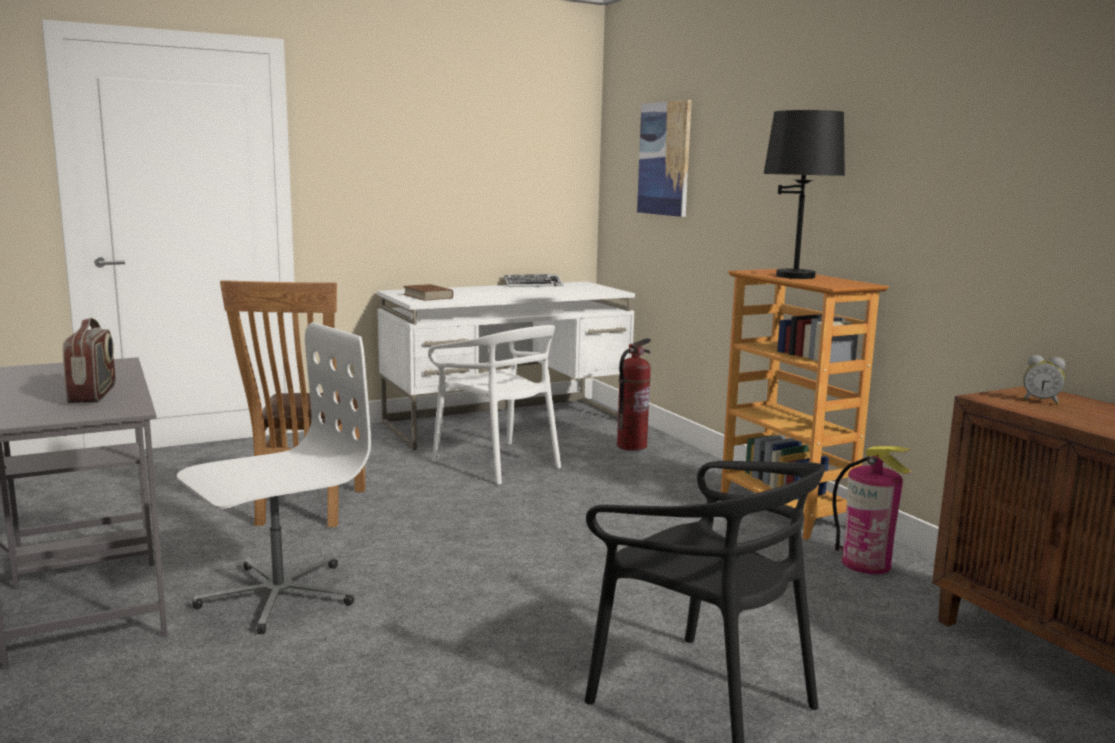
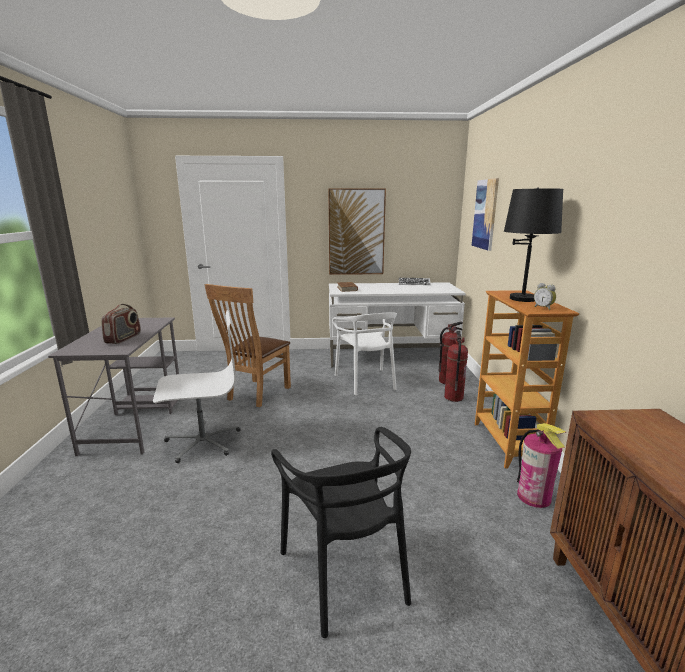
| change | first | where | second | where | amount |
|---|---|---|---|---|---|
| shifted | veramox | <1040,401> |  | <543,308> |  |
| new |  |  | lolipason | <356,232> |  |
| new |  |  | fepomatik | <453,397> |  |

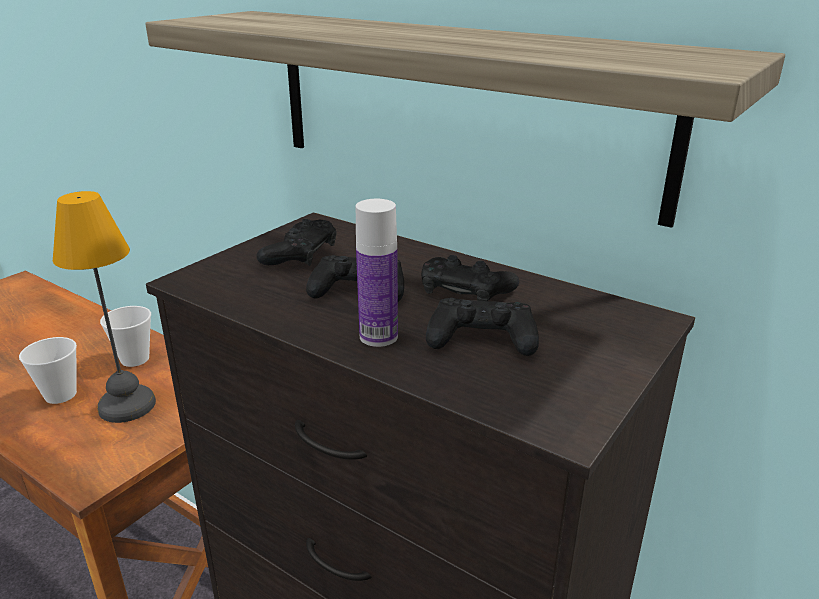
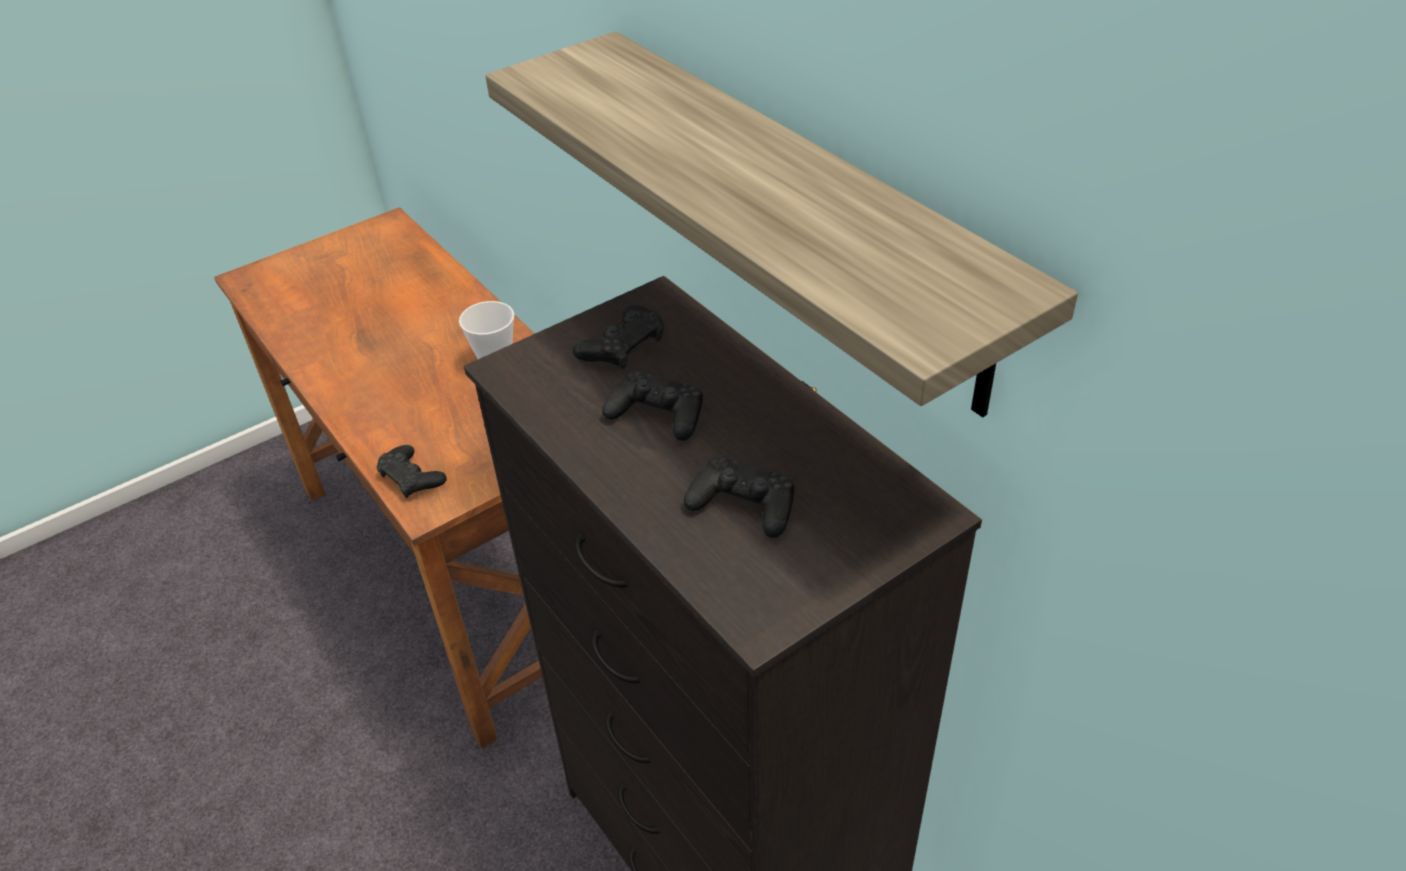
| change | first | where | second | where | amount |
|---|---|---|---|---|---|
| gone | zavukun | <125,405> |  |  |  |
| gone | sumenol | <378,336> |  |  |  |
| shifted | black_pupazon | <465,290> |  | <411,477> |  |
| gone | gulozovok | <60,395> |  |  |  |

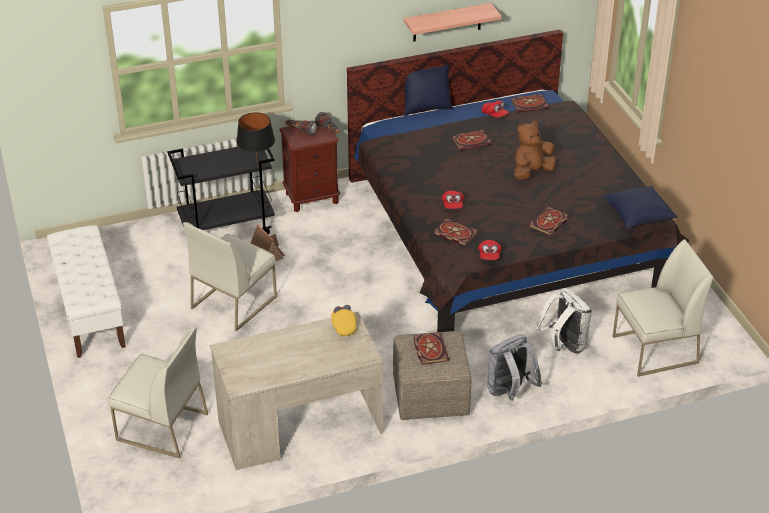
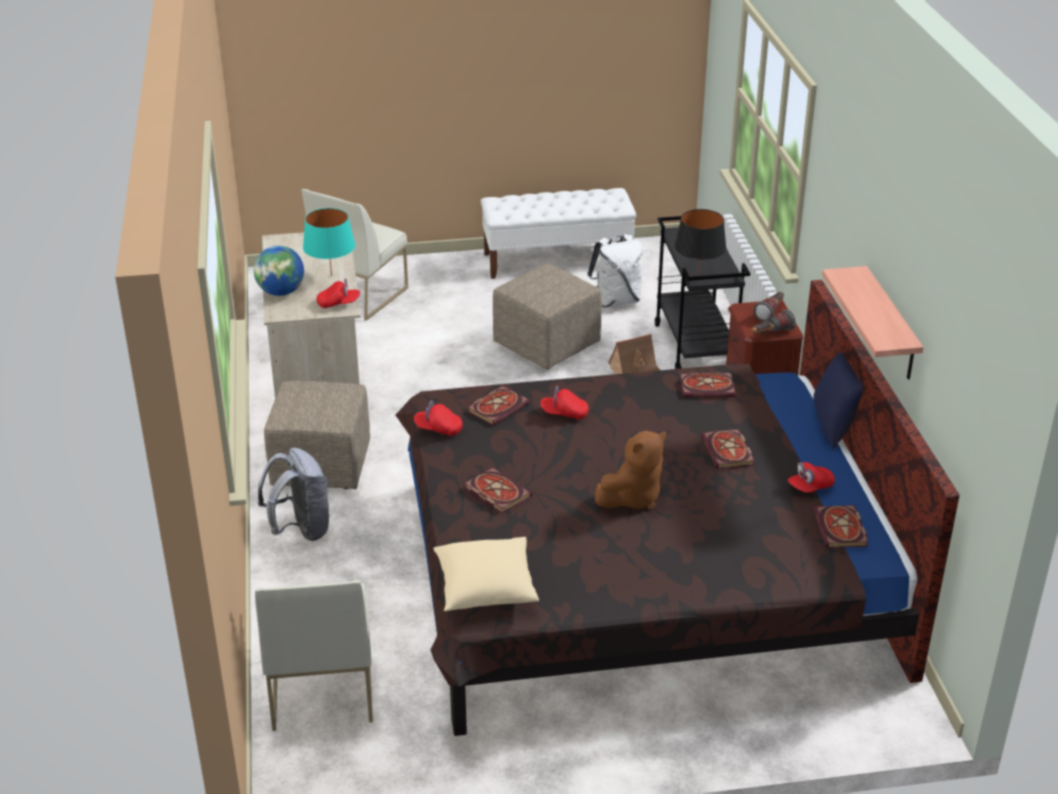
| change | first | where | second | where | amount |
|---|---|---|---|---|---|
| rotated | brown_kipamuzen | <531,172> |  | <632,497> | 75 degrees clockwise |
| repainted | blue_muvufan | <638,216> | beige_muvufan | <485,589> |  |
| swapped | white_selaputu | <233,302> | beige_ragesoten | <547,344> |  |
| shifted | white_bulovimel | <564,345> |  | <616,301> |  |
| repainted | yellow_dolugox | <343,326> | red_dolugox | <338,303> |  |
| shifted | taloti | <429,349> |  | <708,387> |  |
| new |  |  | turquoise_zavukun | <331,276> |  |
| new |  |  | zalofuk | <281,292> |  |

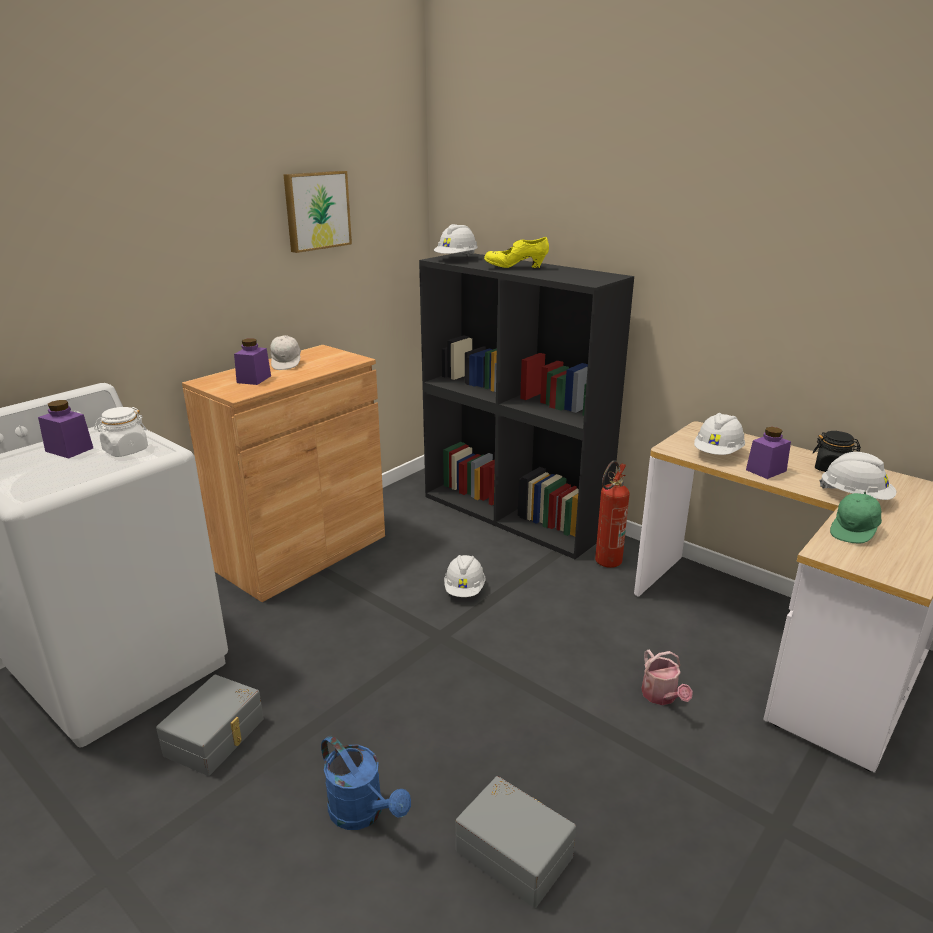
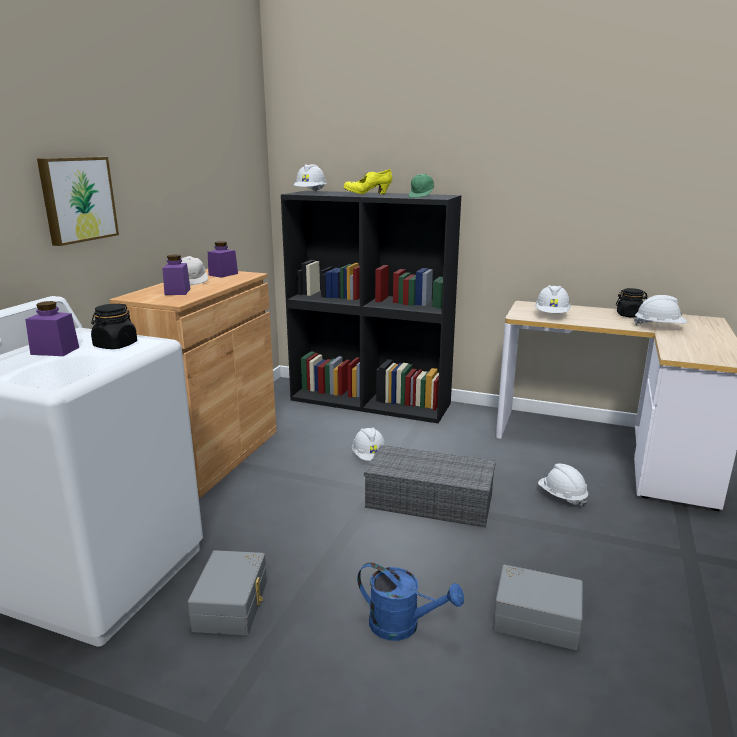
| change | first | where | second | where | amount |
|---|---|---|---|---|---|
| shifted | lolipason | <316,210> |  | <77,199> |  |
| repainted | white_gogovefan | <125,450> | black_gogovefan | <115,345> |  |
| shifted | purple_gogovefan | <766,470> |  | <223,274> |  |
| gone | fepomatik | <605,564> |  |  |  |
| shifted | green_dolugox | <854,531> |  | <421,196> |  |
| swapped | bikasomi | <661,696> | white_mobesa | <561,497> |  |
| new |  |  | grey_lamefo | <431,500> |  |

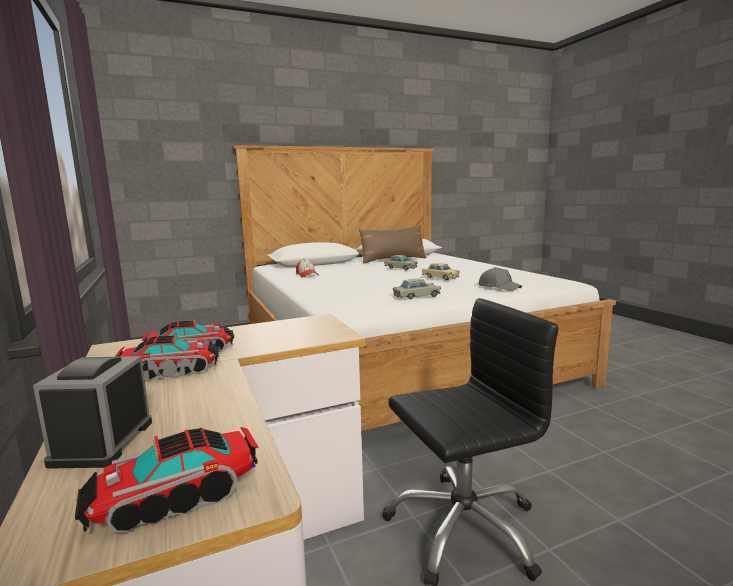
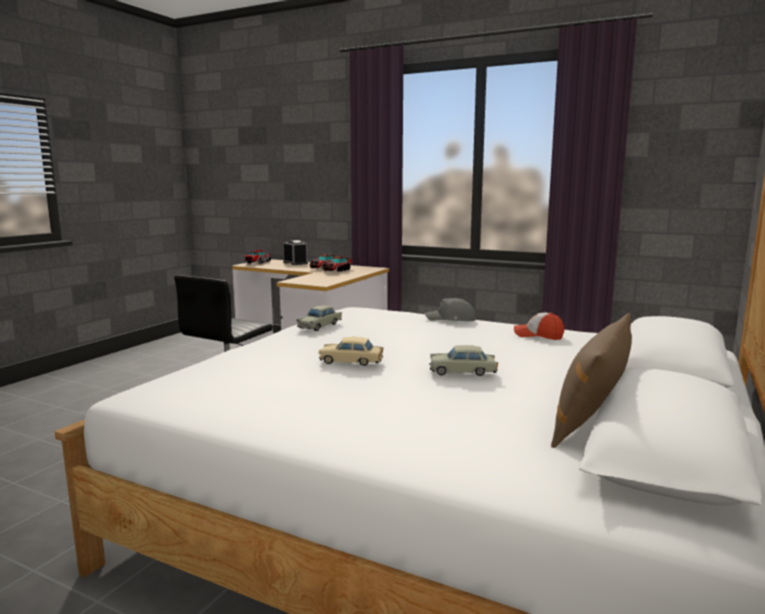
| change | first | where | second | where | amount |
|---|---|---|---|---|---|
| shifted | grey_dolugox | <499,287> |  | <451,319> |  |

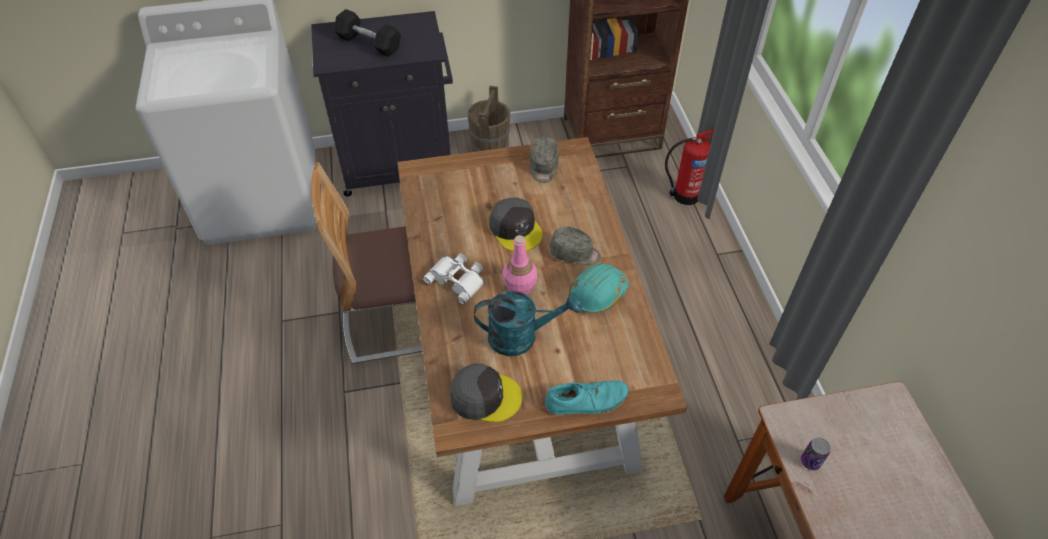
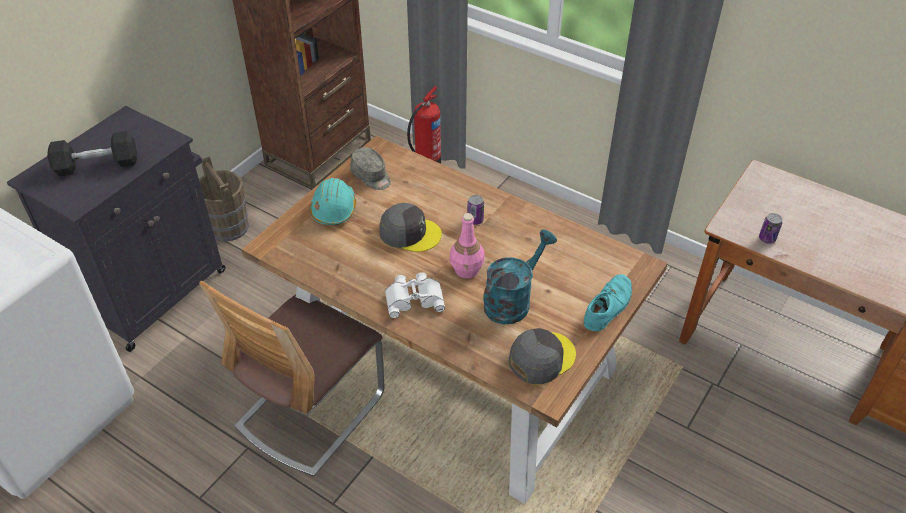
| change | first | where | second | where | amount |
|---|---|---|---|---|---|
| swapped | grey_dolugox | <575,253> | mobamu | <475,220> |  |
| shifted | turquoise_mobesa | <598,294> |  | <334,209> |  |

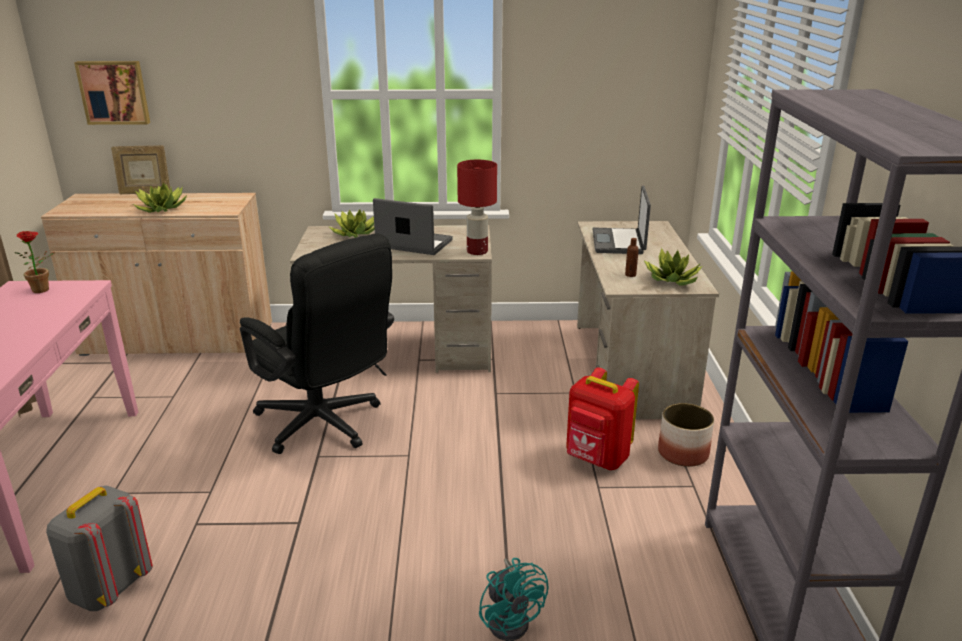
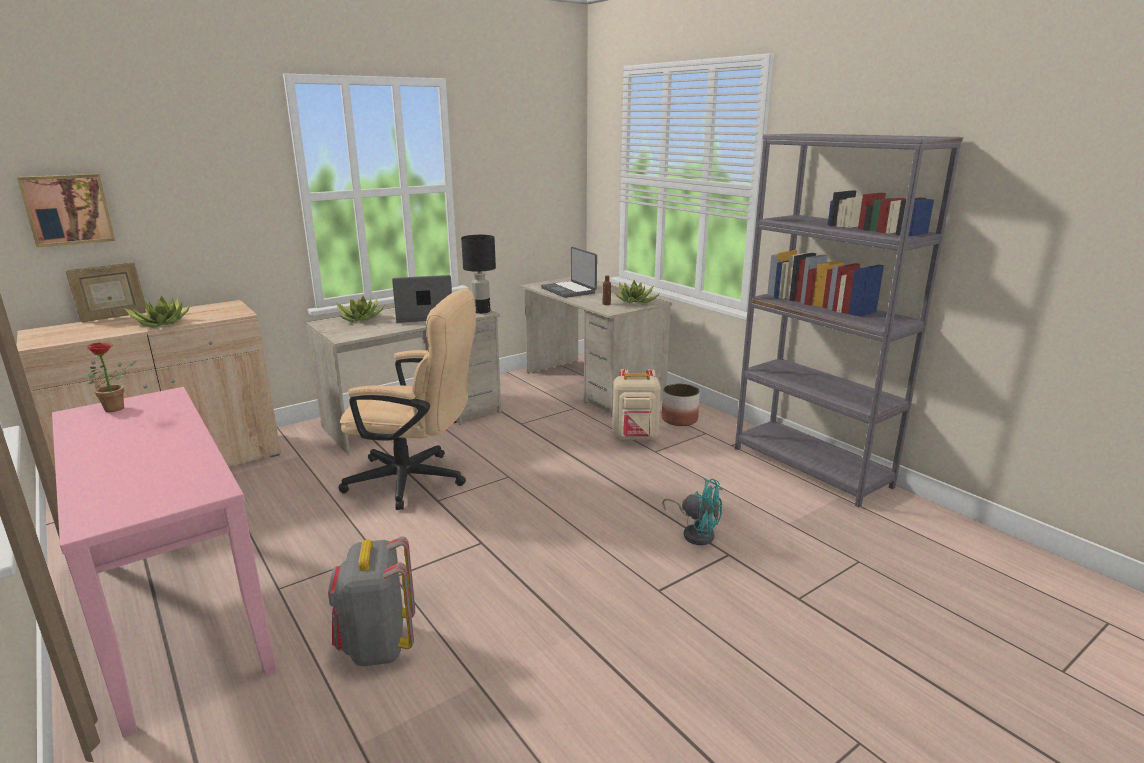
| change | first | where | second | where | amount |
|---|---|---|---|---|---|
| repainted | red_zavukun | <477,252> | black_zavukun | <481,311> |  |
| repainted | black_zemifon | <325,426> | beige_zemifon | <416,481> |  |
| repainted | red_bulovimel | <597,459> | beige_bulovimel | <635,438> |  |

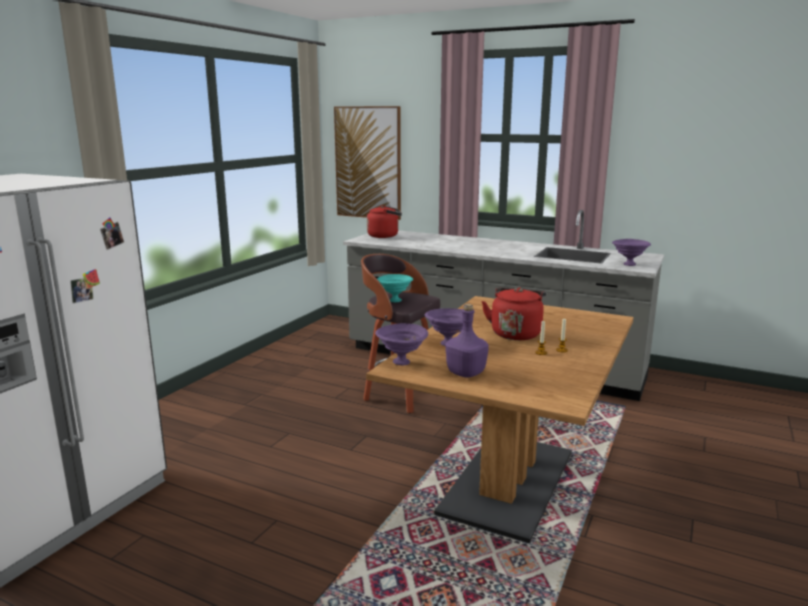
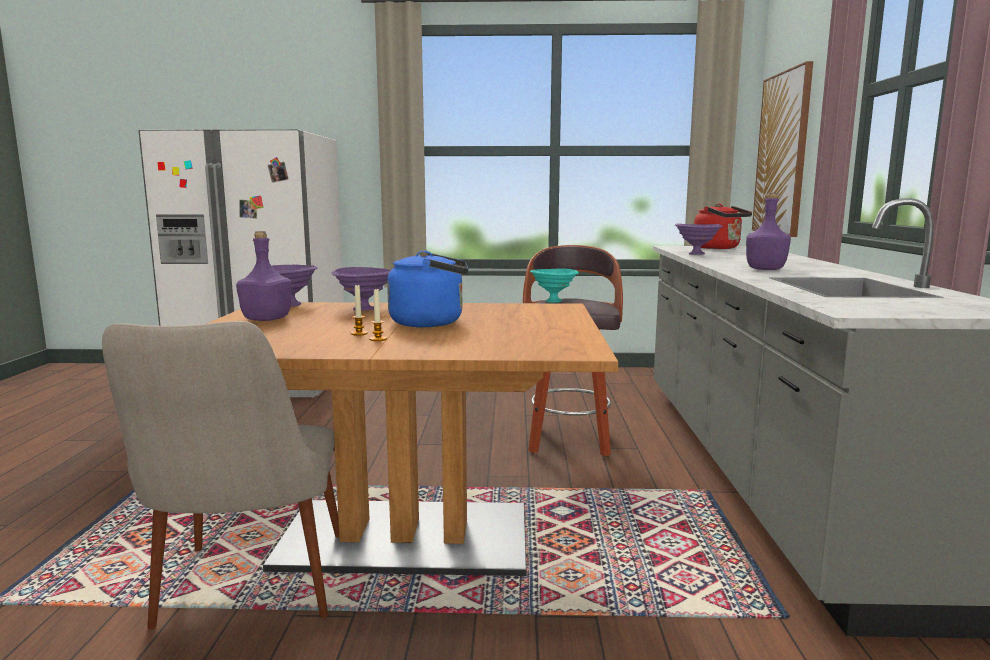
| change | first | where | second | where | amount |
|---|---|---|---|---|---|
| shifted | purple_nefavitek | <628,264> |  | <696,254> |  |
| repainted | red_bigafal | <515,333> | blue_bigafal | <431,322> |  |
| new |  |  | purple_sumenol | <765,269> |  |
| new |  |  | beige_selaputu | <247,601> |  |

